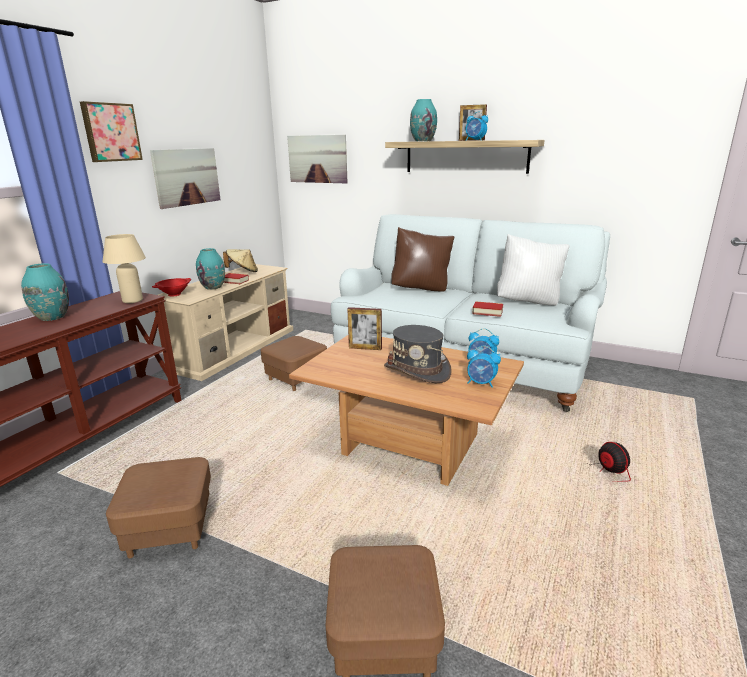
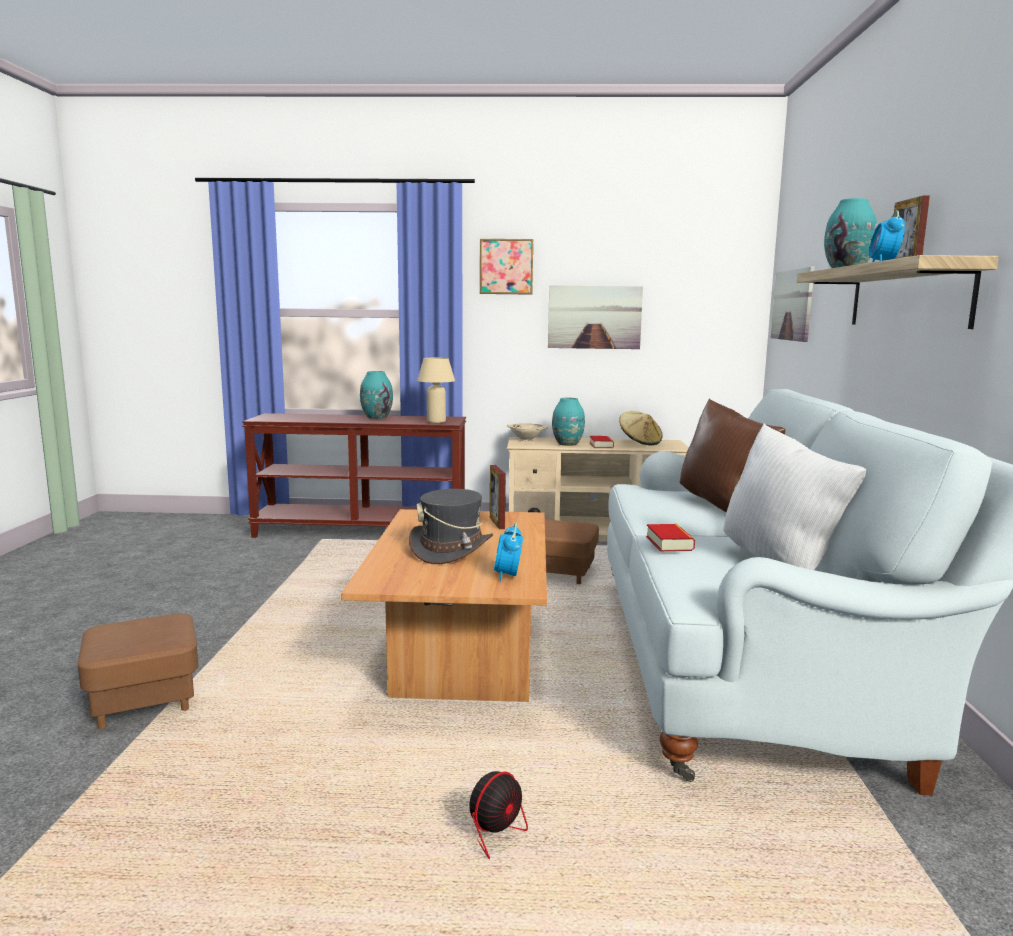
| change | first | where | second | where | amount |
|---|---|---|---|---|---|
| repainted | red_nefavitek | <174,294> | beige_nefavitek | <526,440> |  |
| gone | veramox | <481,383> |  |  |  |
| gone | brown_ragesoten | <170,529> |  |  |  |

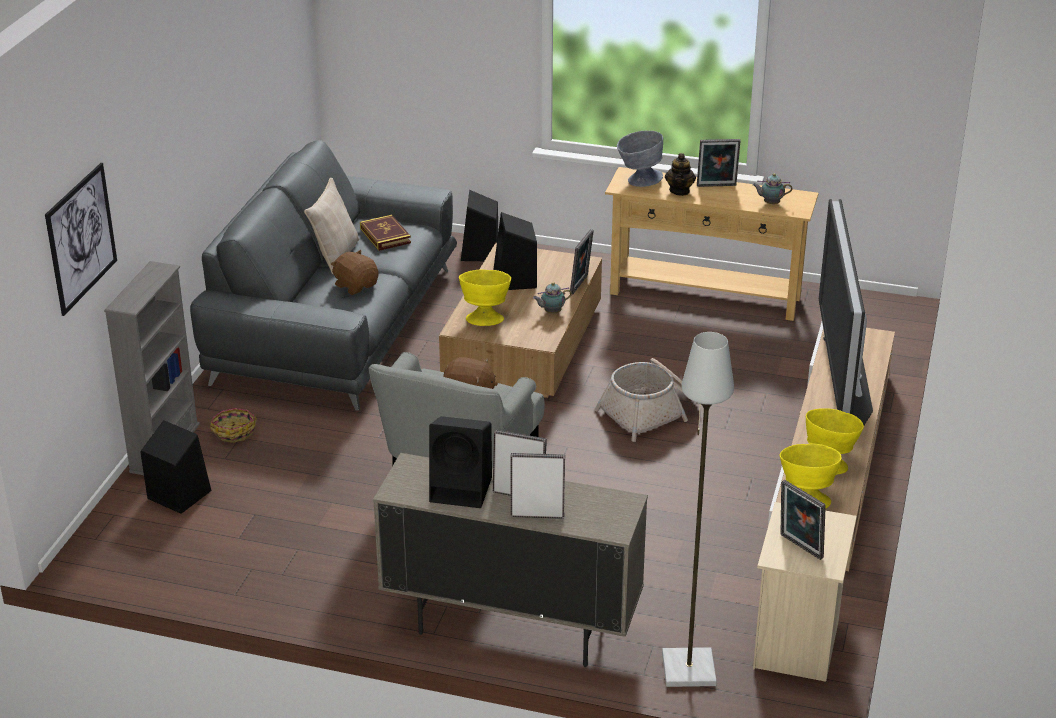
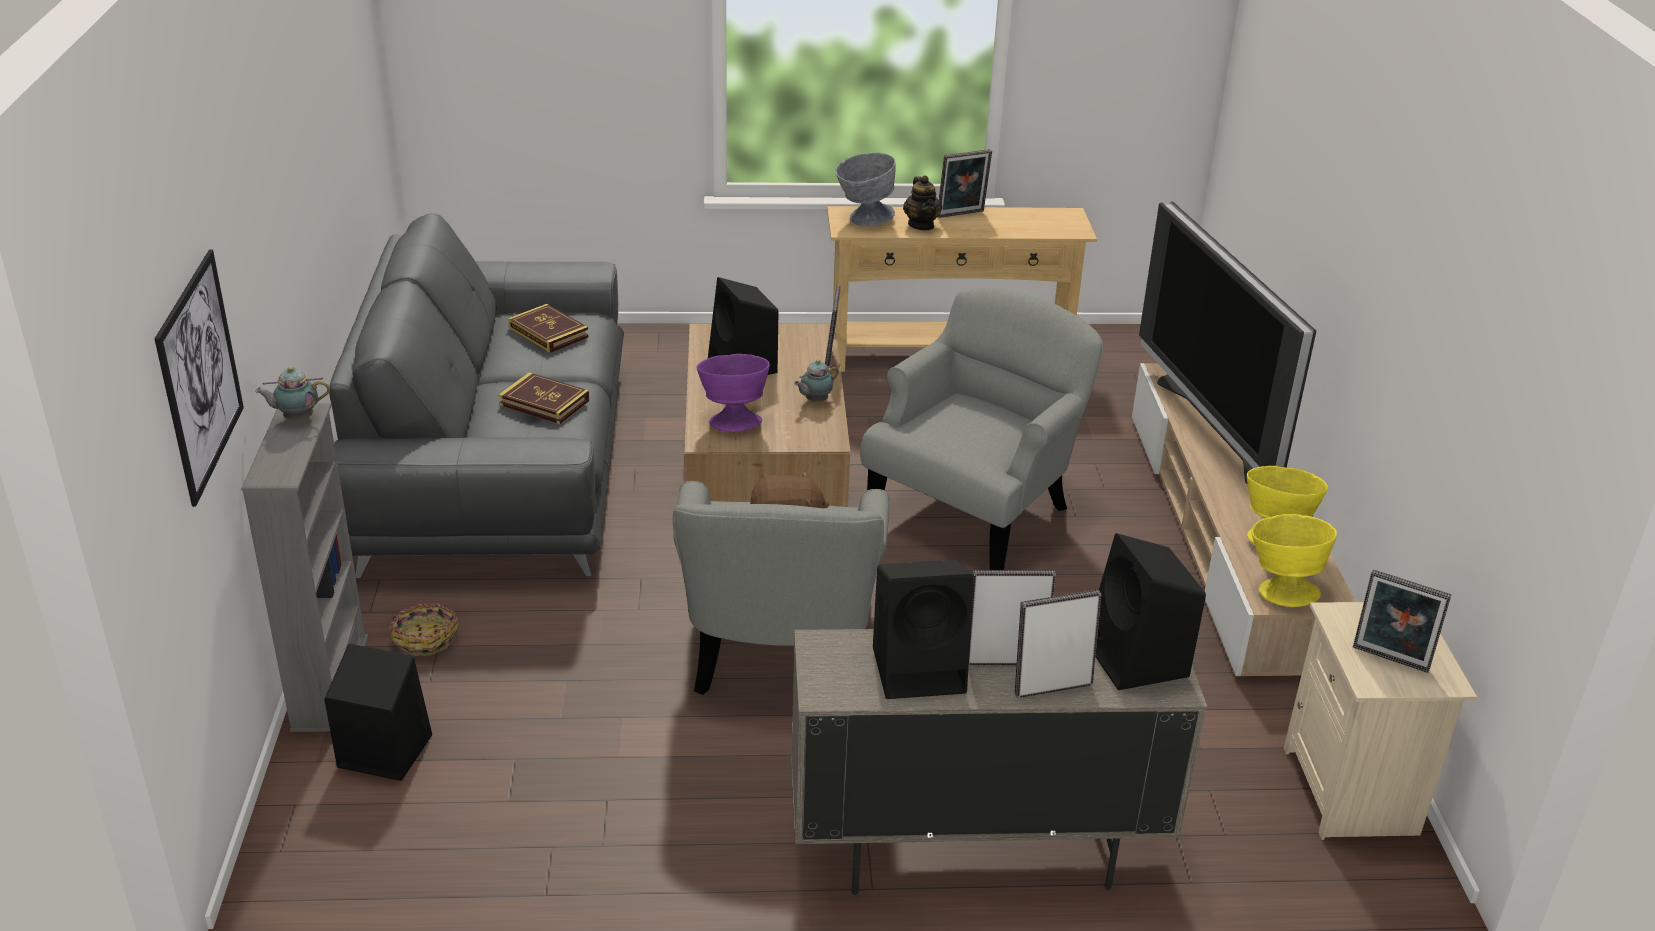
| change | first | where | second | where | amount |
|---|---|---|---|---|---|
| shifted | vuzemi | <770,203> |  | <297,418> |  |
| gone | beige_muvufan | <335,255> |  |  |  |
| shifted | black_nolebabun | <480,253> |  | <1138,660> |  |
| swapped | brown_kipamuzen | <356,285> | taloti | <544,403> |  |
| repainted | yellow_nefavitek | <485,317> | purple_nefavitek | <733,420> |  |
| gone | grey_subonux | <688,670> |  |  |  |
| swapped | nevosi | <651,412> | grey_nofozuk | <974,511> |  |

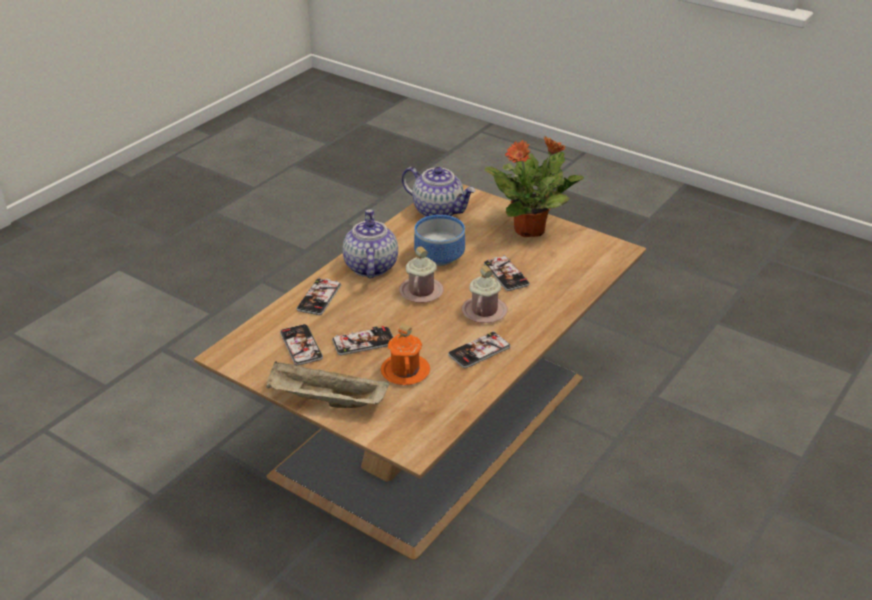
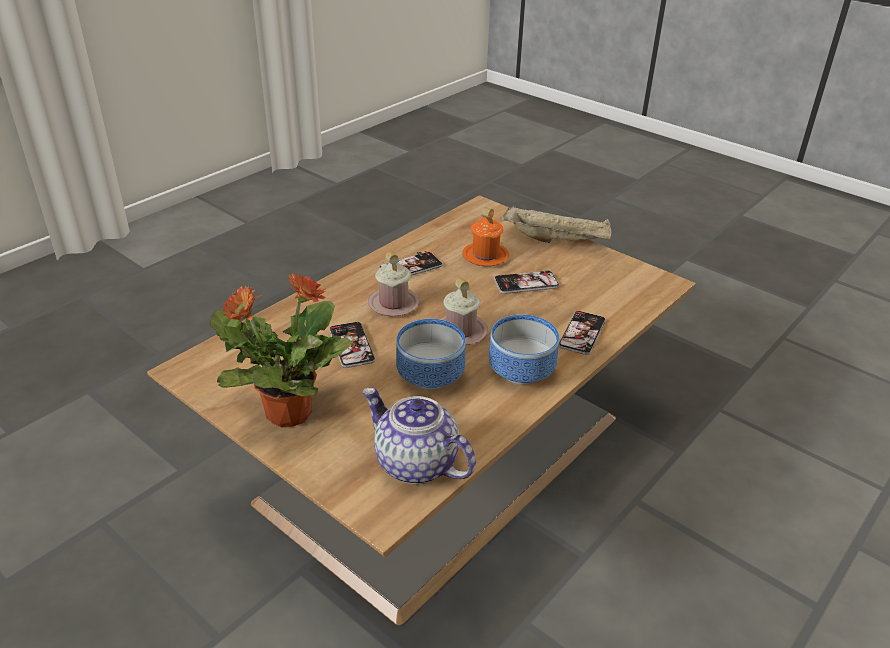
| change | first | where | second | where | amount |
|---|---|---|---|---|---|
| swapped | vuzemi | <370,266> | nefavitek | <523,370> |  |
| gone | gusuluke | <301,345> |  |  |  |

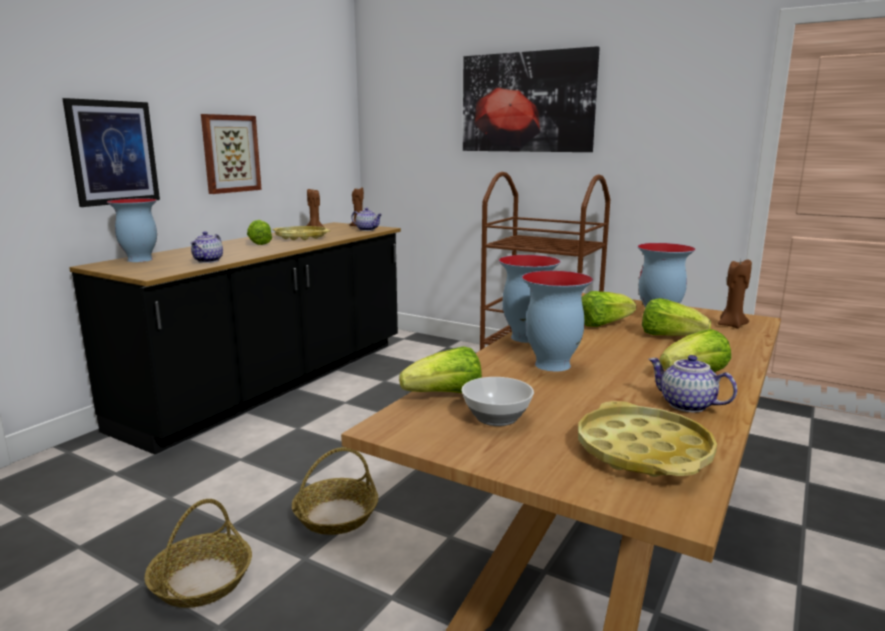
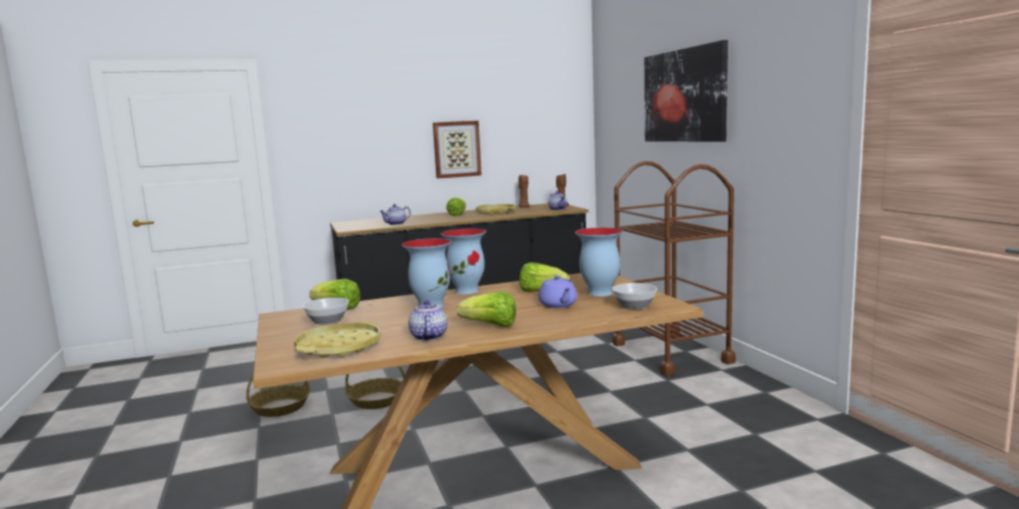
| change | first | where | second | where | amount |
|---|---|---|---|---|---|
| gone | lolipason | <113,152> |  |  |  |
| gone | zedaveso | <140,260> |  |  |  |
| swapped | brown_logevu | <731,325> | nefavitek | <635,306> |  |
| swapped | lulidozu | <670,337> | purple_vuzemi | <558,305> |  |

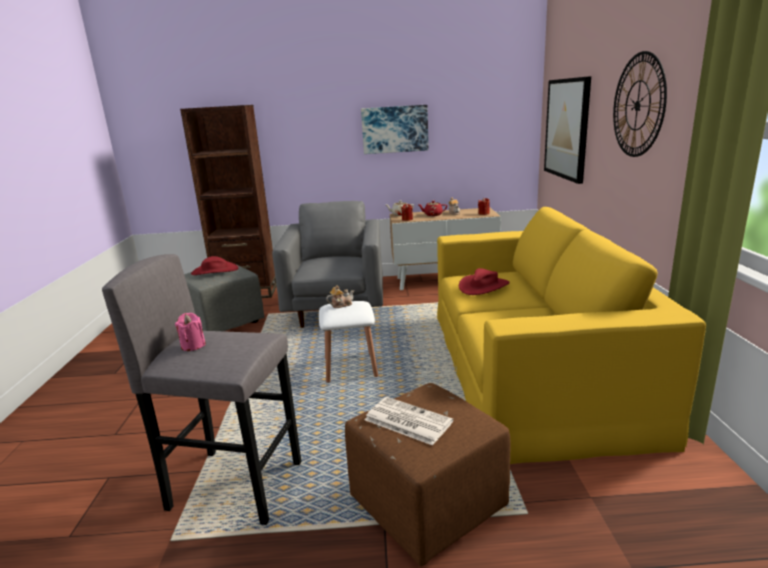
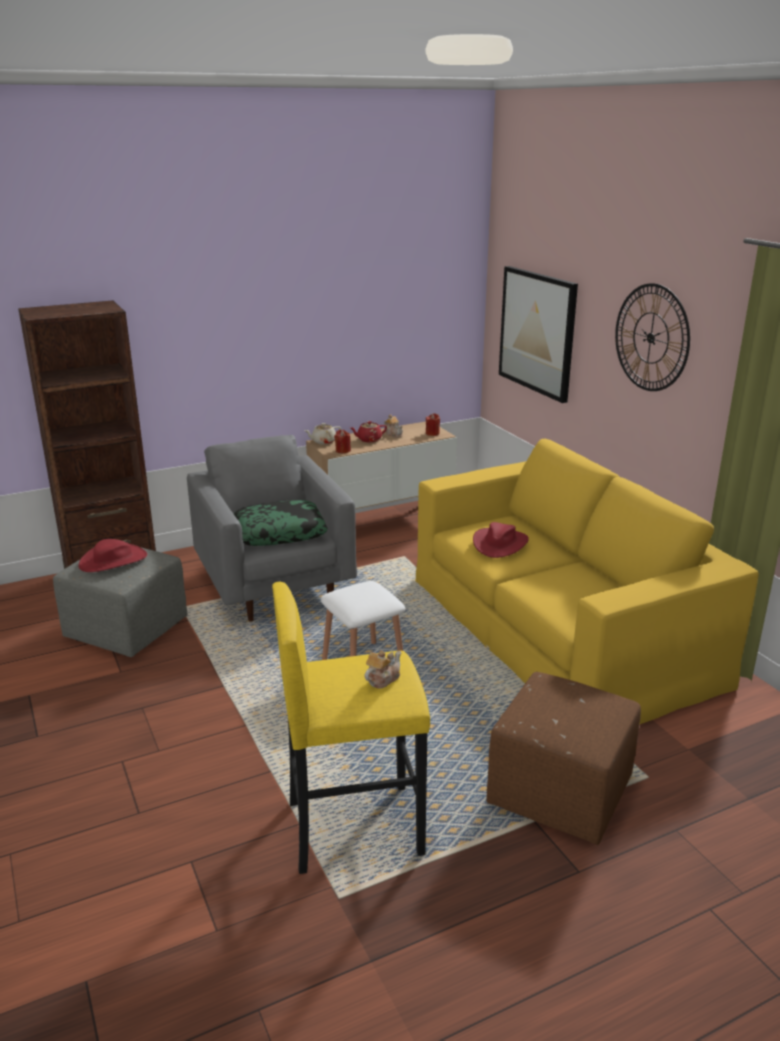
| change | first | where | second | where | amount |
|---|---|---|---|---|---|
| gone | lolipason | <395,129> |  |  |  |
| repainted | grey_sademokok | <236,484> | yellow_sademokok | <354,827> |  |
| shifted | vuzemi | <341,305> |  | <382,679> |  |
| gone | pink_logevu | <193,345> |  |  |  |
| gone | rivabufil | <406,421> |  |  |  |
| new |  |  | muvufan | <280,532> |  |

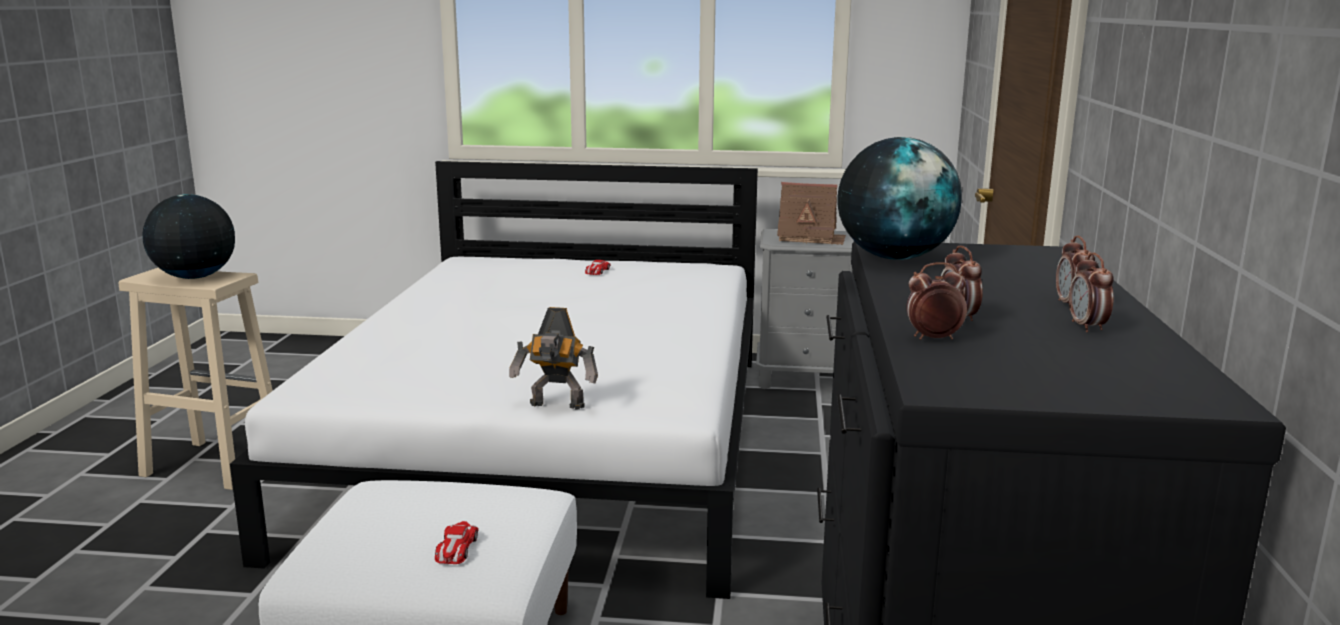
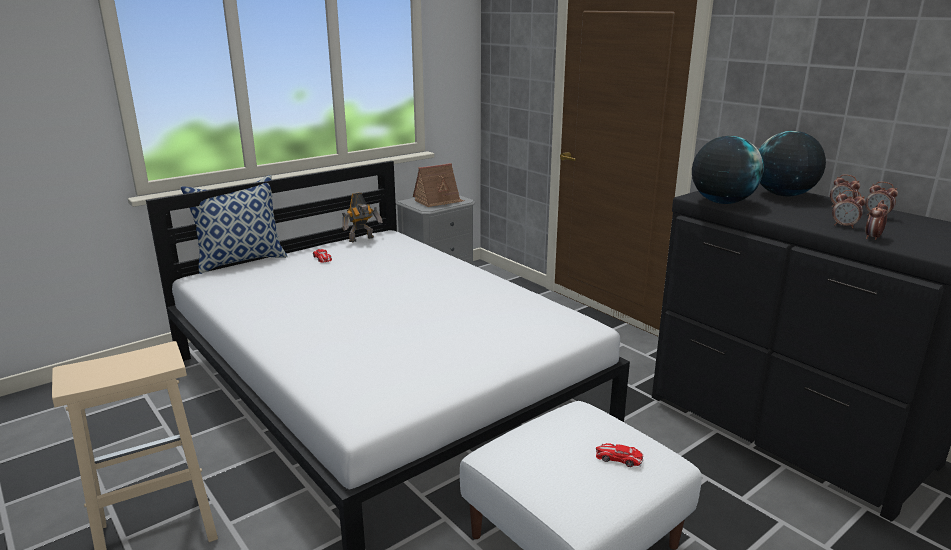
| change | first | where | second | where | amount |
|---|---|---|---|---|---|
| shifted | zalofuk | <194,277> |  | <784,195> |  |
| shifted | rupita | <556,406> |  | <362,239> |  |
| rotated | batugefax | <456,548> |  | <618,458> | 150 degrees clockwise |
| new |  |  | muvufan | <241,261> |  |

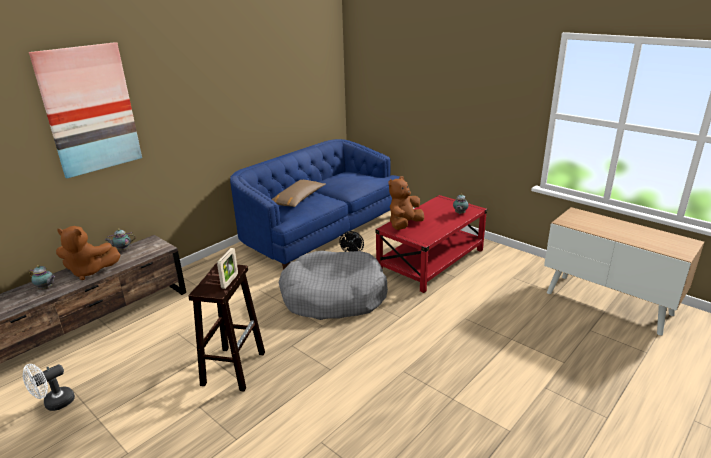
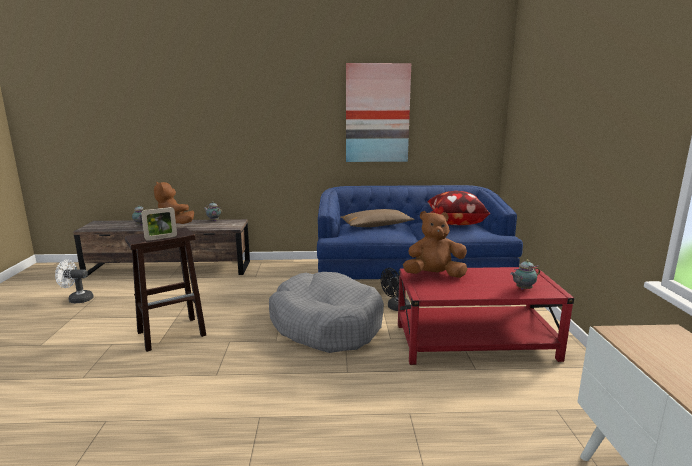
| change | first | where | second | where | amount |
|---|---|---|---|---|---|
| shifted | lolipason | <89,109> |  | <377,113> |  |
| new |  |  | muvufan | <455,223> |  |

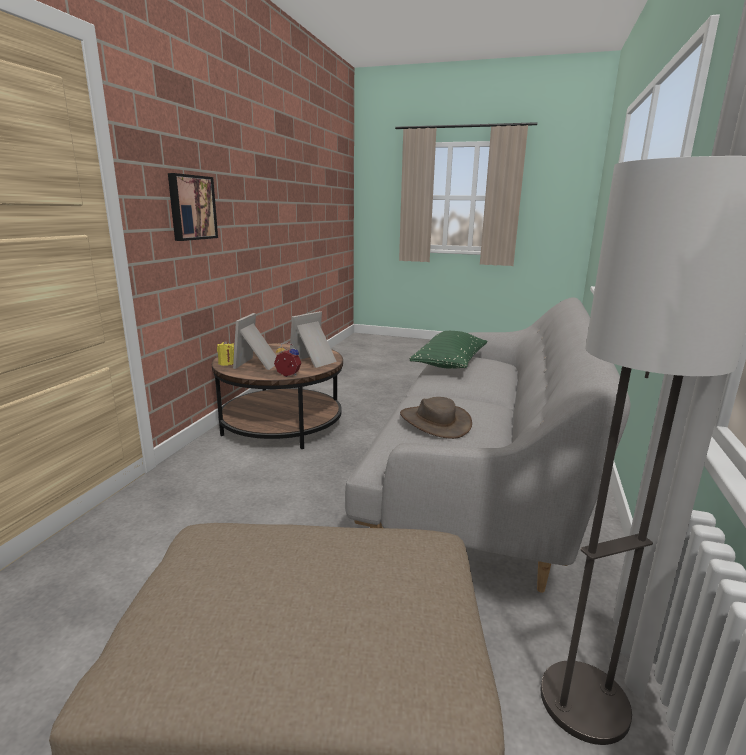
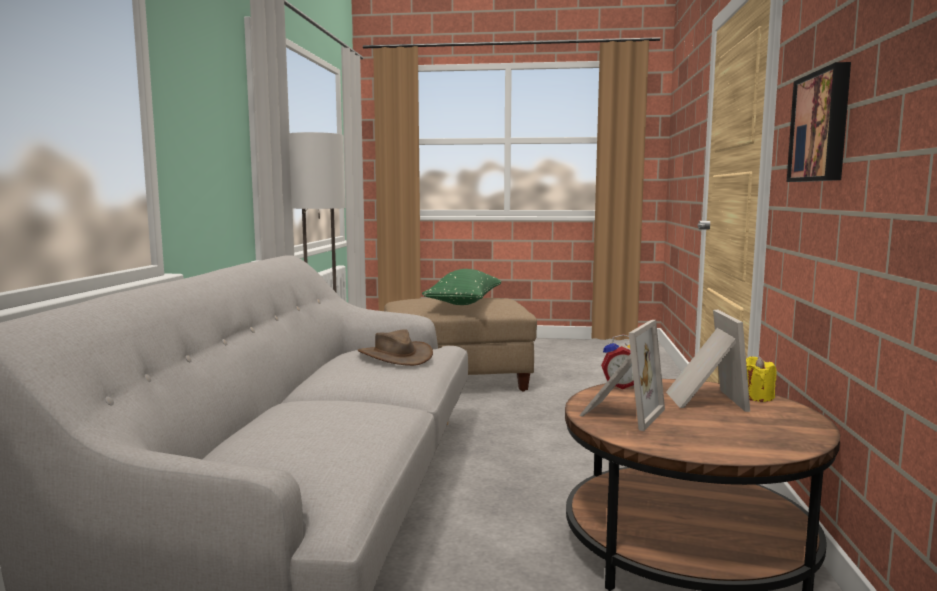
| change | first | where | second | where | amount |
|---|---|---|---|---|---|
| shifted | green_muvufan | <449,364> |  | <464,303> |  |

